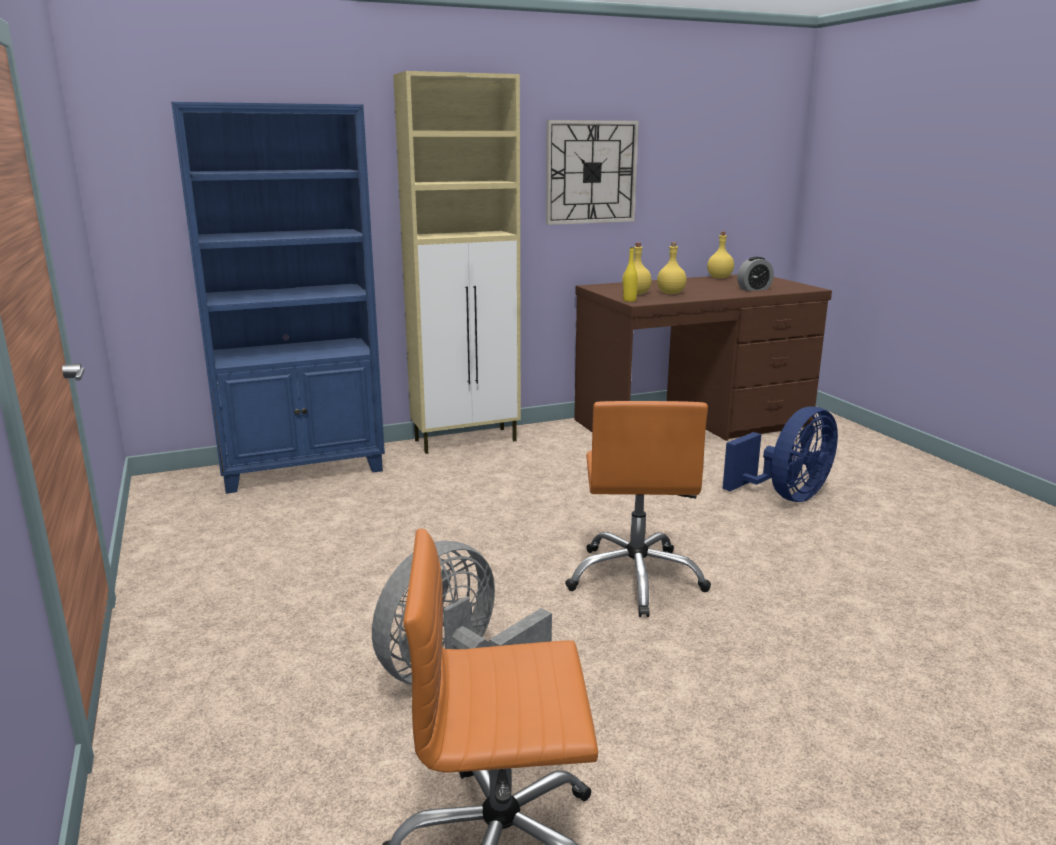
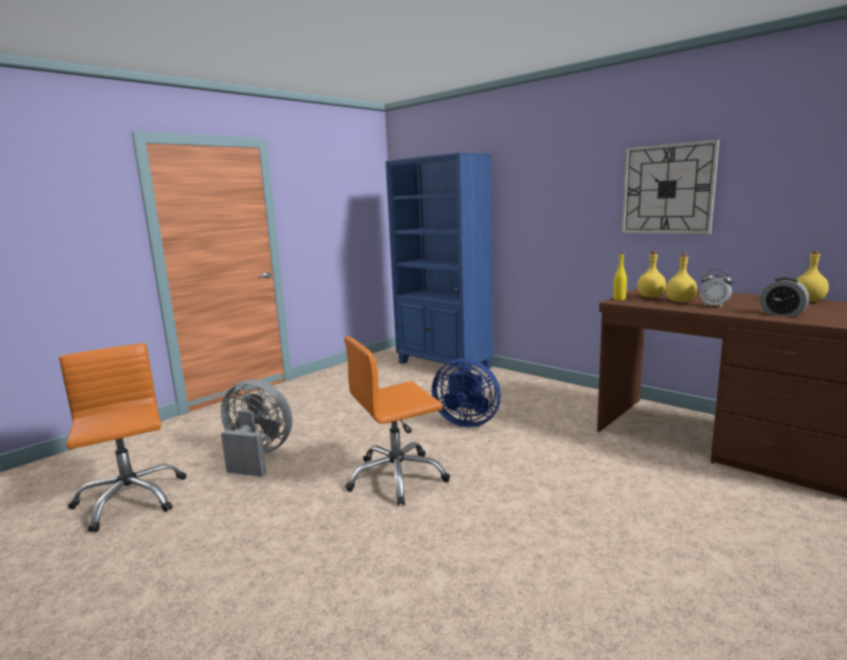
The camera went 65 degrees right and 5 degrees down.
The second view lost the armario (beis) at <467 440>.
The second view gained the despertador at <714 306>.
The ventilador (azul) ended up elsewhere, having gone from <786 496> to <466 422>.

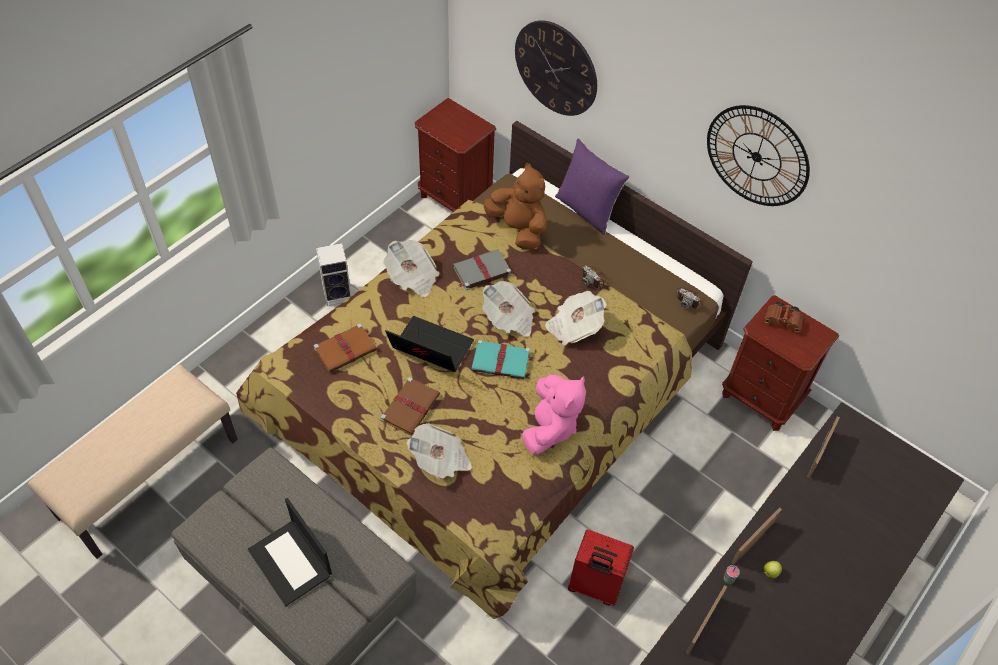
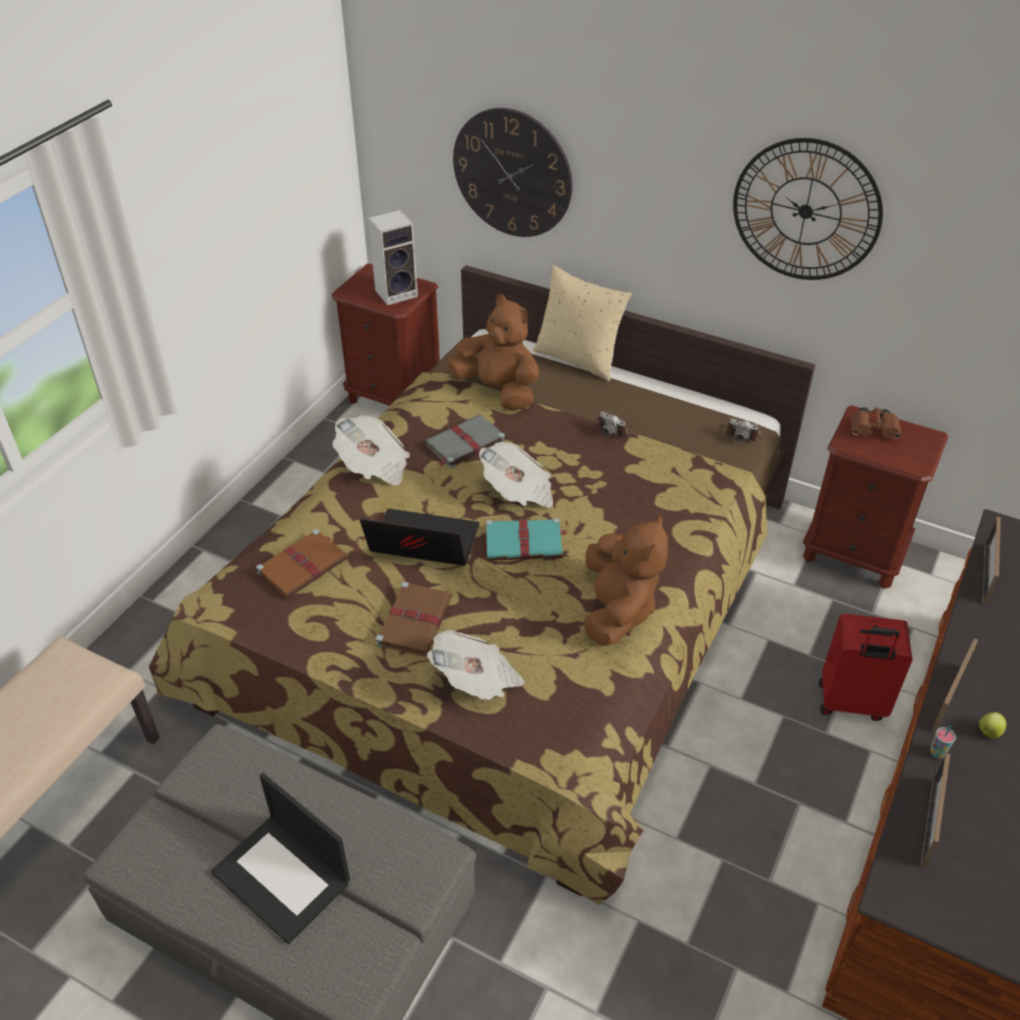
The camera went 10 degrees left and 10 degrees down.
The second view lost the periódico at <574 327>.
The altavoz ended up elsewhere, having gone from <338 293> to <397 292>.
The maleta (rojo) ended up elsewhere, having gone from <594 586> to <851 703>.
What was the peluche (rosa) at <550 427> turned into the peluche (marrón) at <617 610>.
What was the cojín (morado) at <587 210> turned into the cojín (beis) at <578 359>.

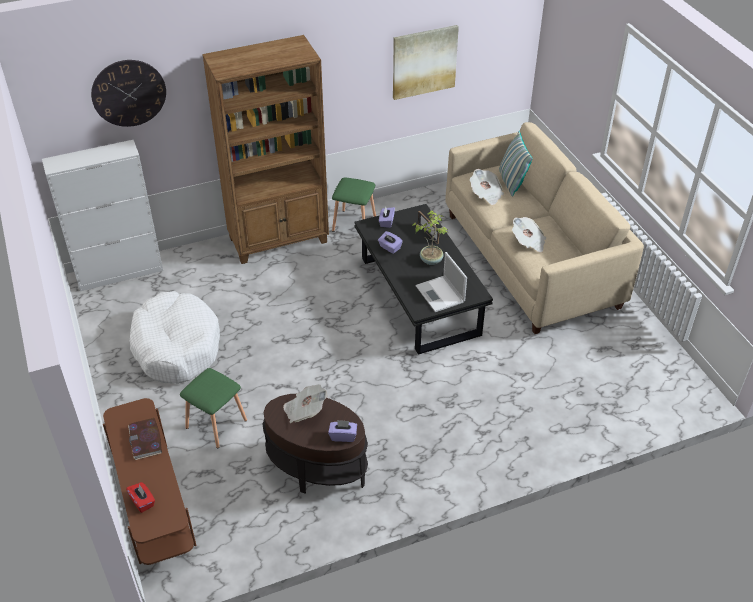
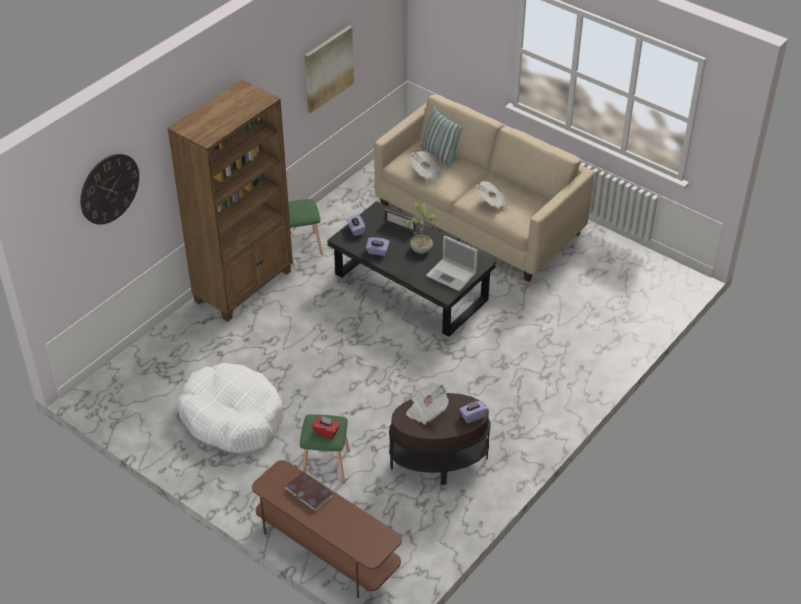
The camera went 30 degrees left and 0 degrees up.
The second view lost the armario (blanco) at <120 272>.
The caja de pañuelos (rojo) ended up elsewhere, having gone from <142 502> to <326 432>.

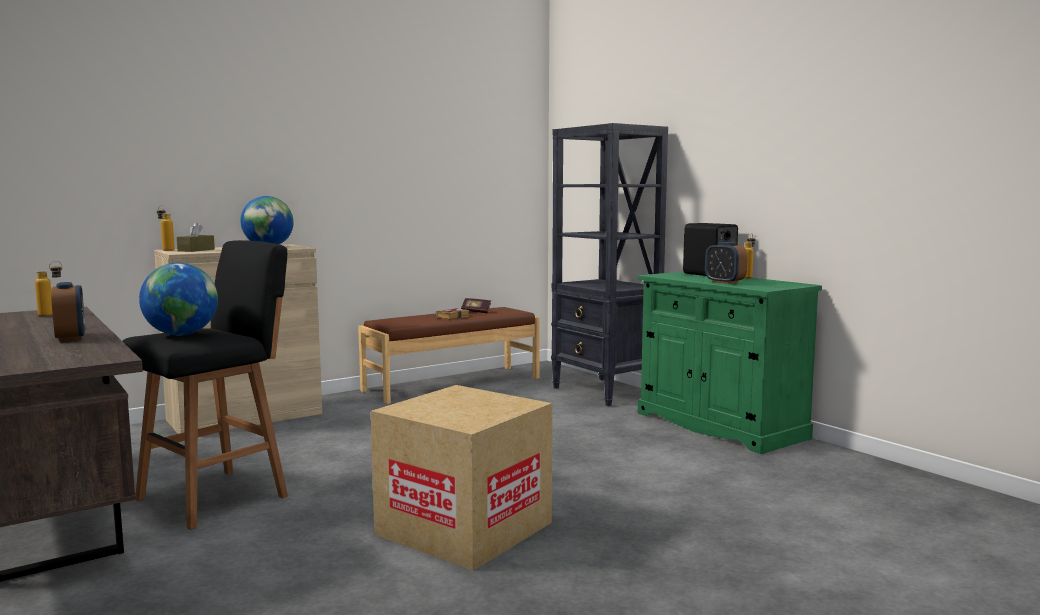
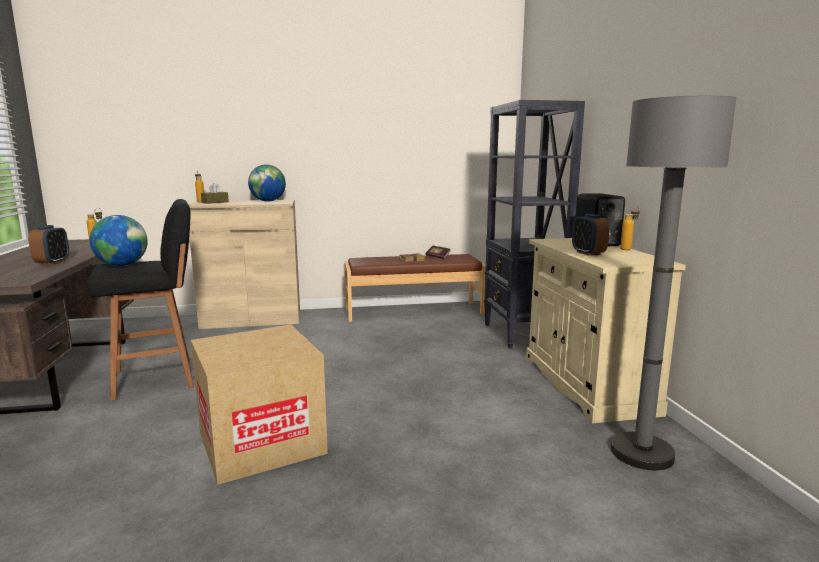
The camera went 25 degrees right and 5 degrees up.
The second view gained the lámpara de pie (gris) at <642 453>.
What was the armario (verde) at <719 425> turned into the armario (beis) at <586 384>.

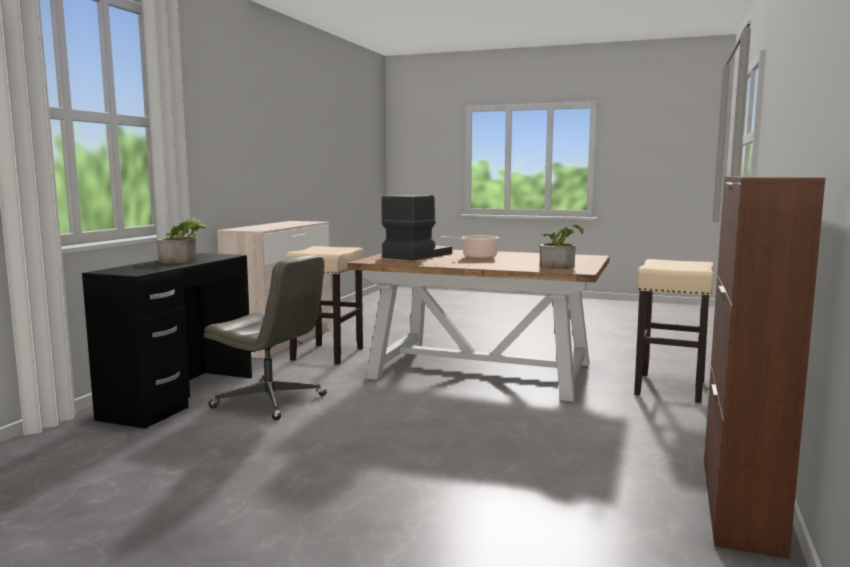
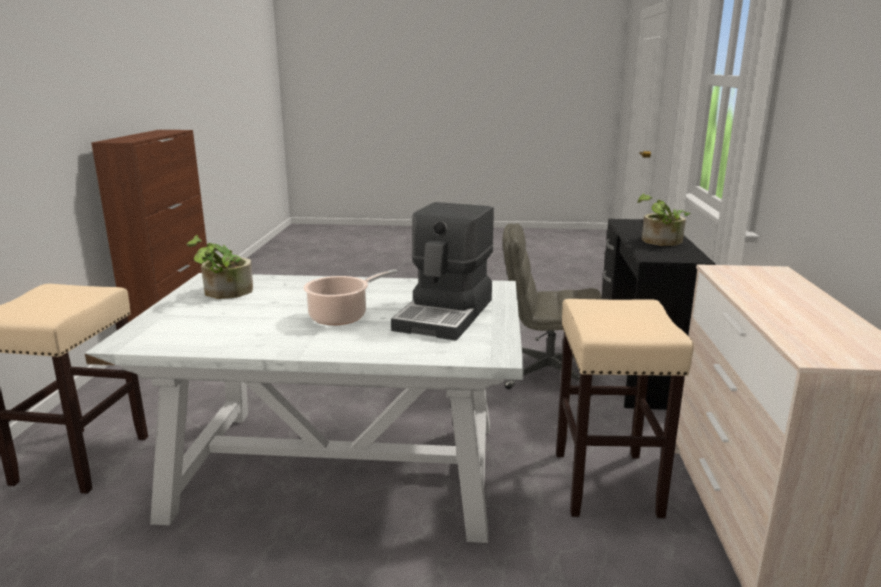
The camera went 165 degrees right and 10 degrees up.
What was the mesa de comedor (marrón) at <480 370> turned into the mesa de comedor (blanco) at <342 468>.

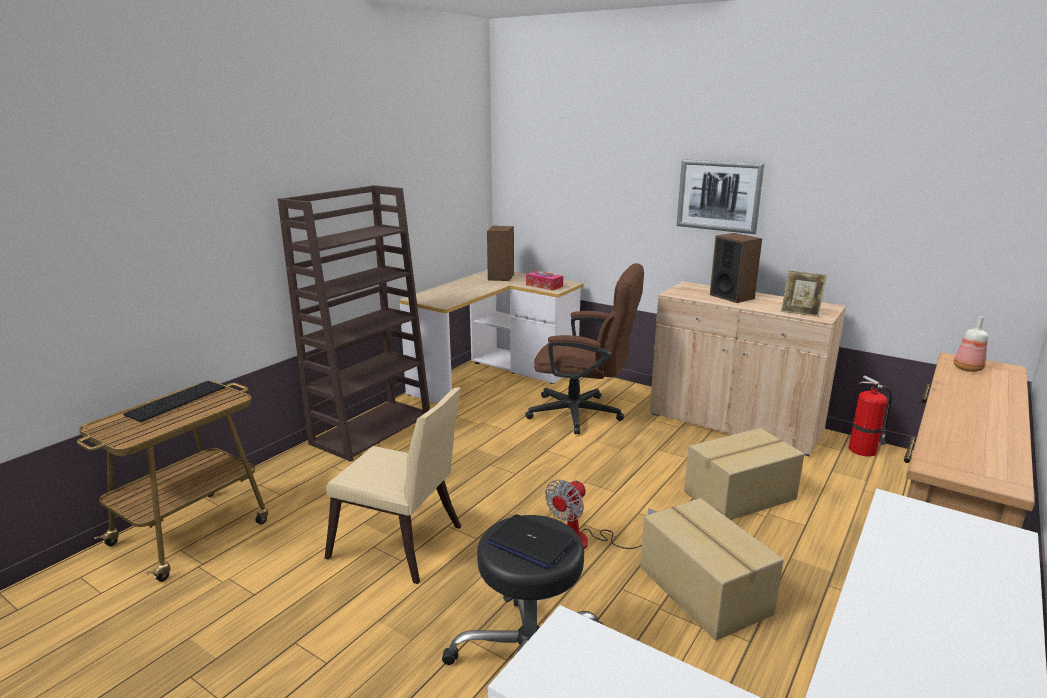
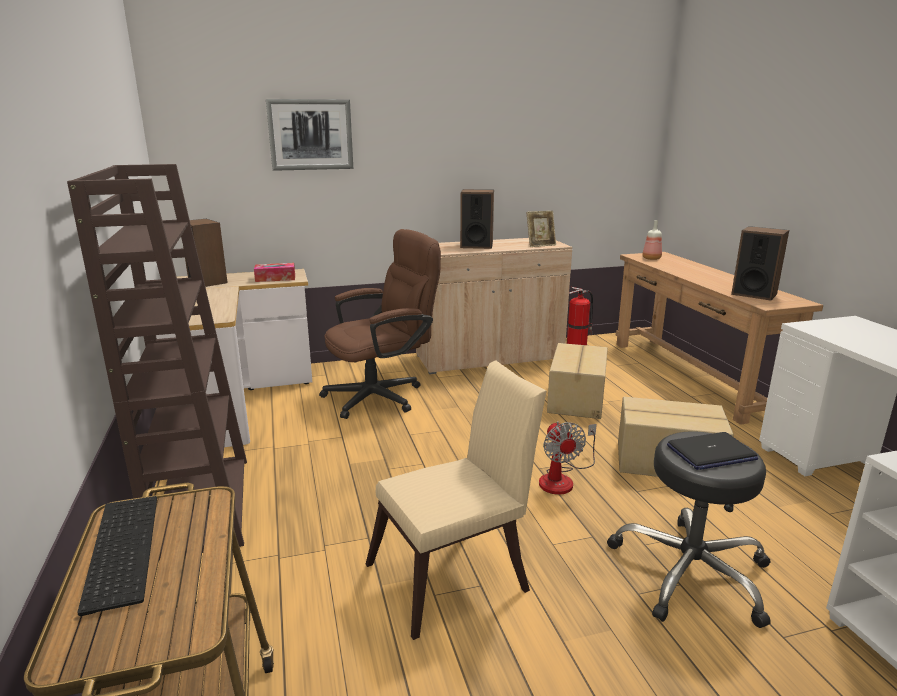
The camera went 50 degrees left and 0 degrees up.
The second view gained the altavoz at <754 294>.
The cuadro ended up elsewhere, having gone from <719 196> to <310 134>.

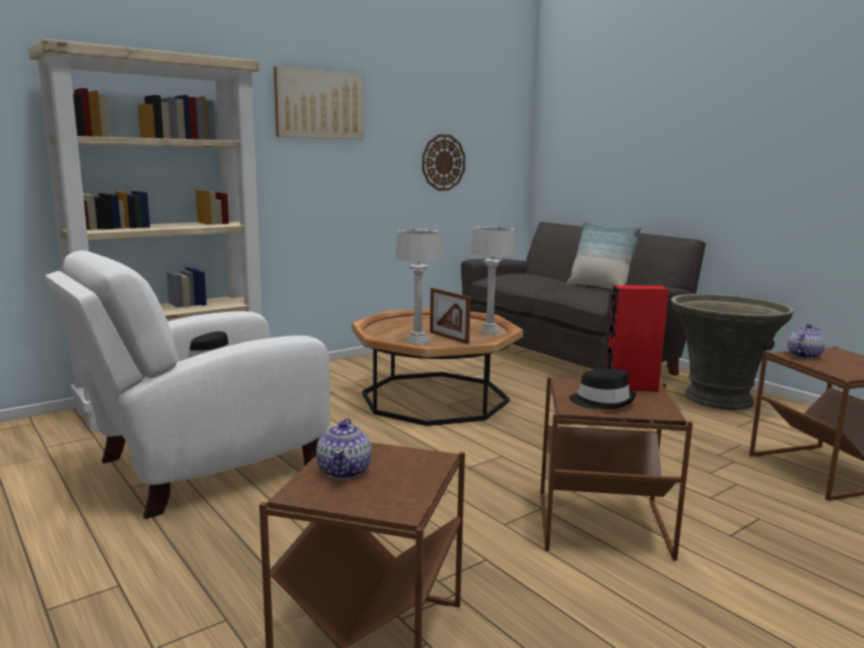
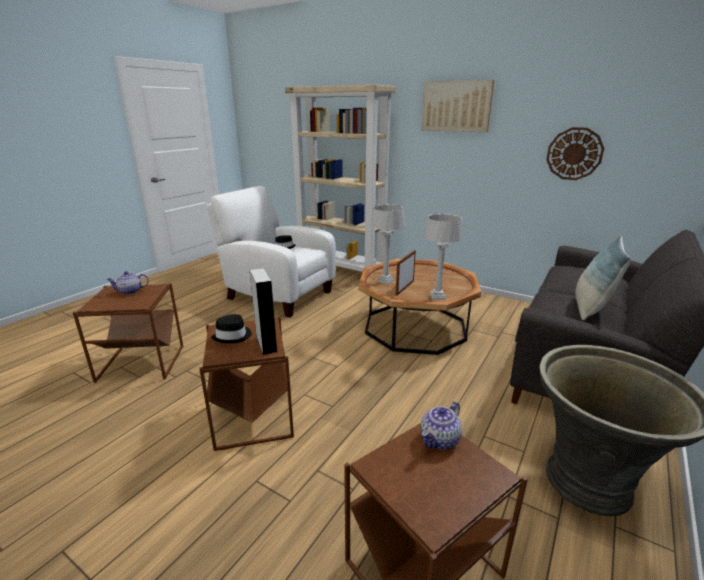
The camera went 70 degrees right and 10 degrees up.
What was the altavoz (rojo) at <631 388> turned into the altavoz (gris) at <266 344>.
The tetera at <803 355> ended up facing another way, 105 degrees clockwise from before.

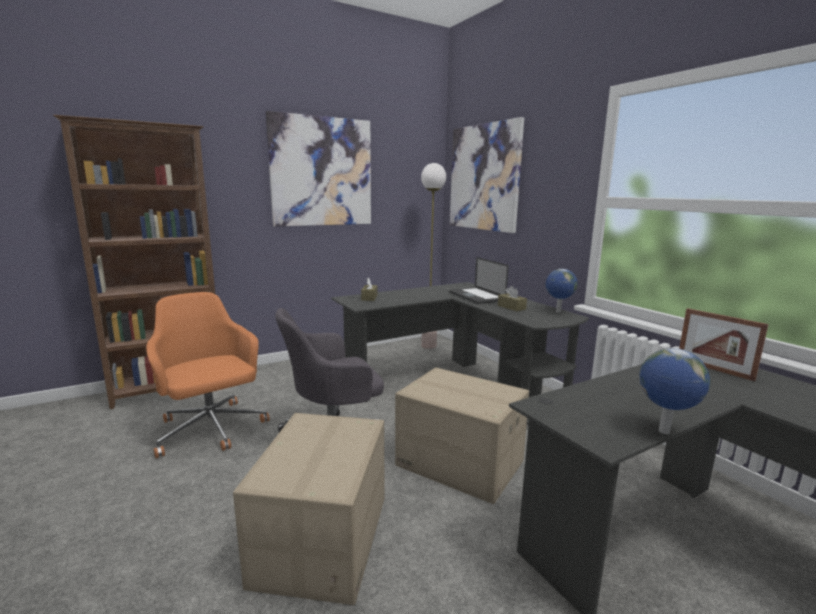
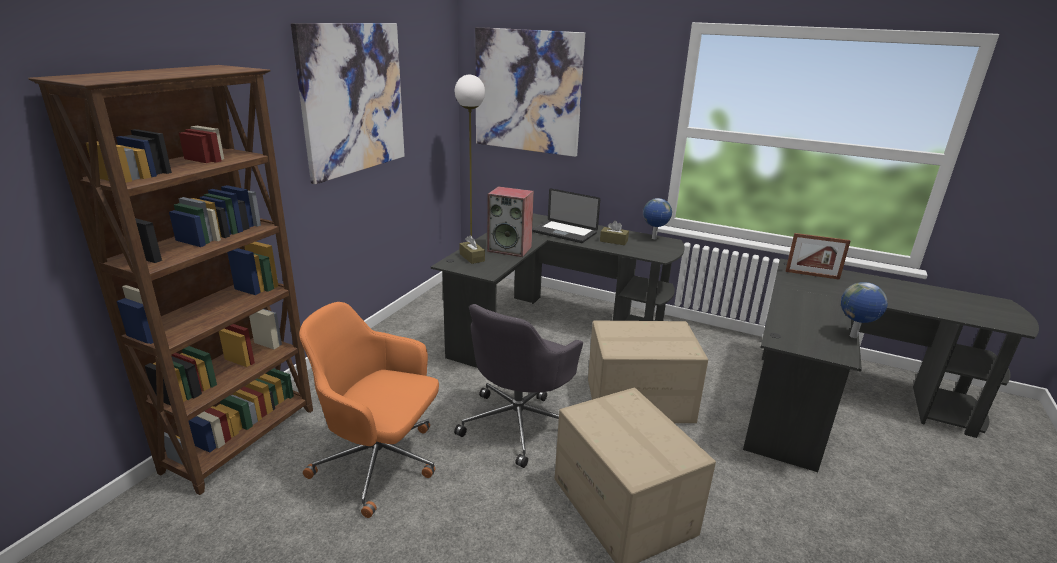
The camera went 35 degrees left and 10 degrees up.
The second view gained the altavoz at <510 249>.

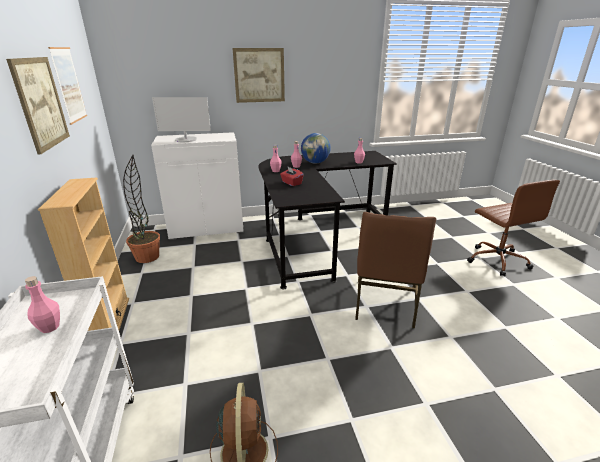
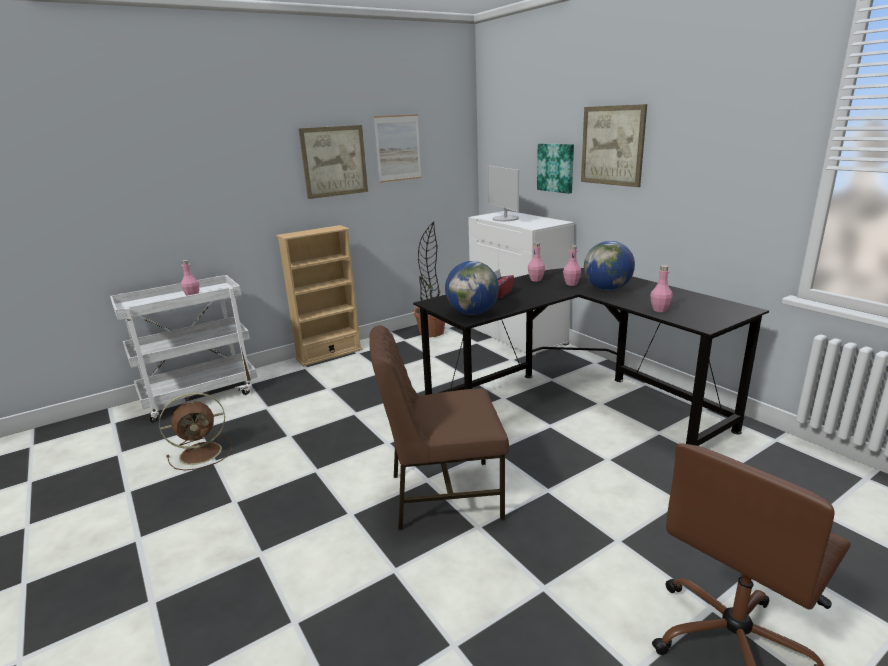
The camera went 70 degrees right and 5 degrees down.
The second view gained the globo terráqueo at <472 313>.
The second view gained the cuadro at <556 167>.

